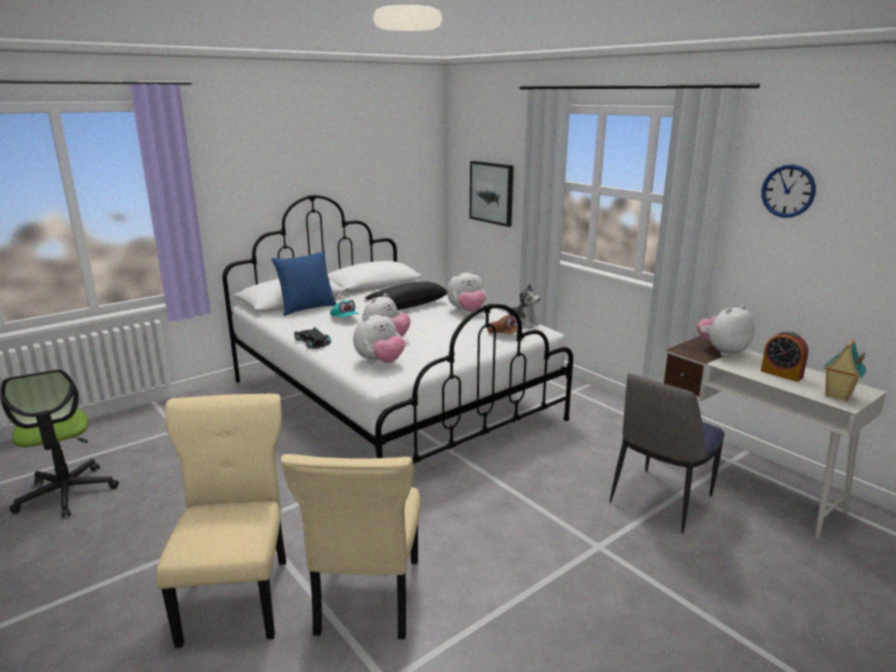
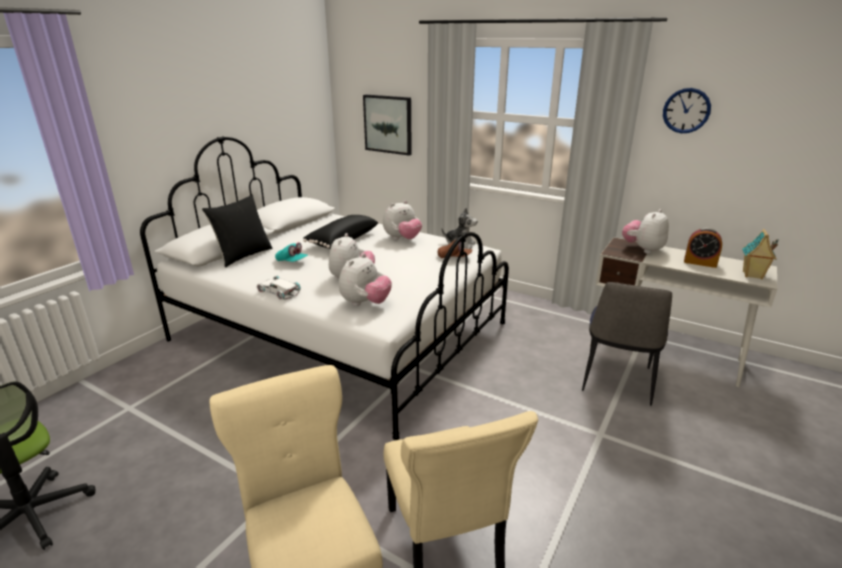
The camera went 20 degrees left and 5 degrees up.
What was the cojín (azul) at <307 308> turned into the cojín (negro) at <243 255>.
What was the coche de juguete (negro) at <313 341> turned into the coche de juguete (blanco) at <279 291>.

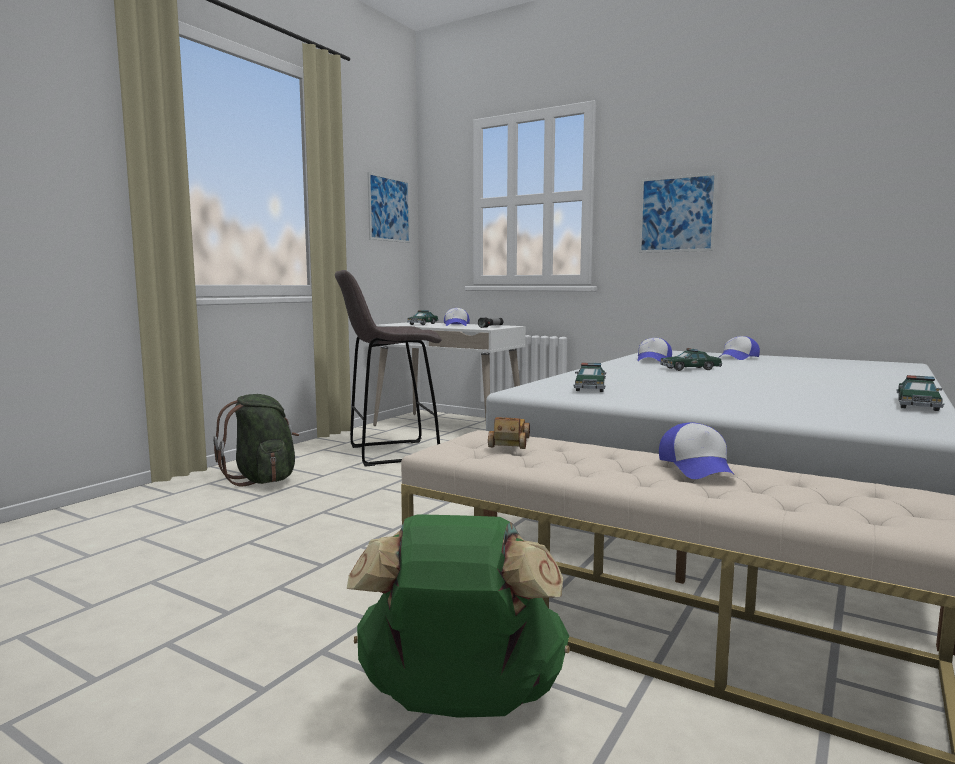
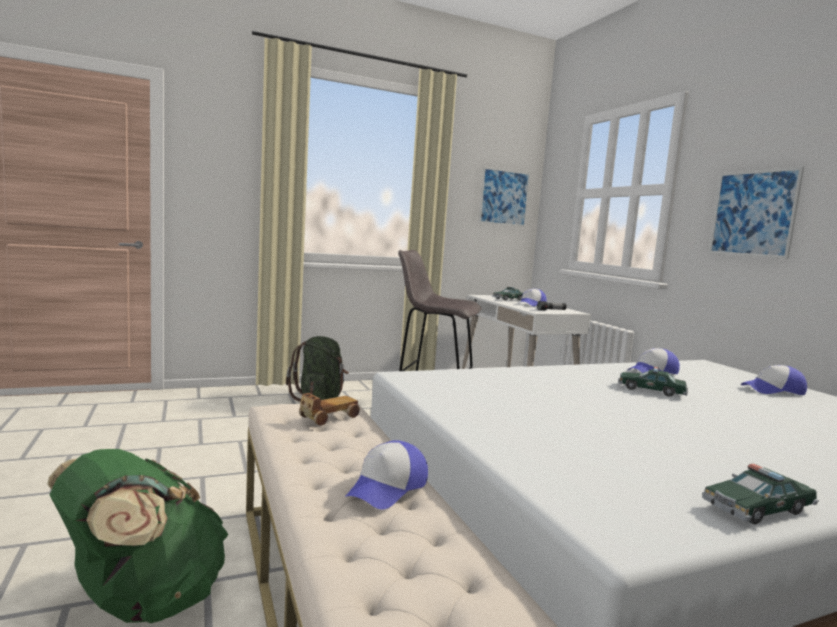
The camera went 35 degrees right and 0 degrees up.
The second view lost the coche de juguete at <590 388>.

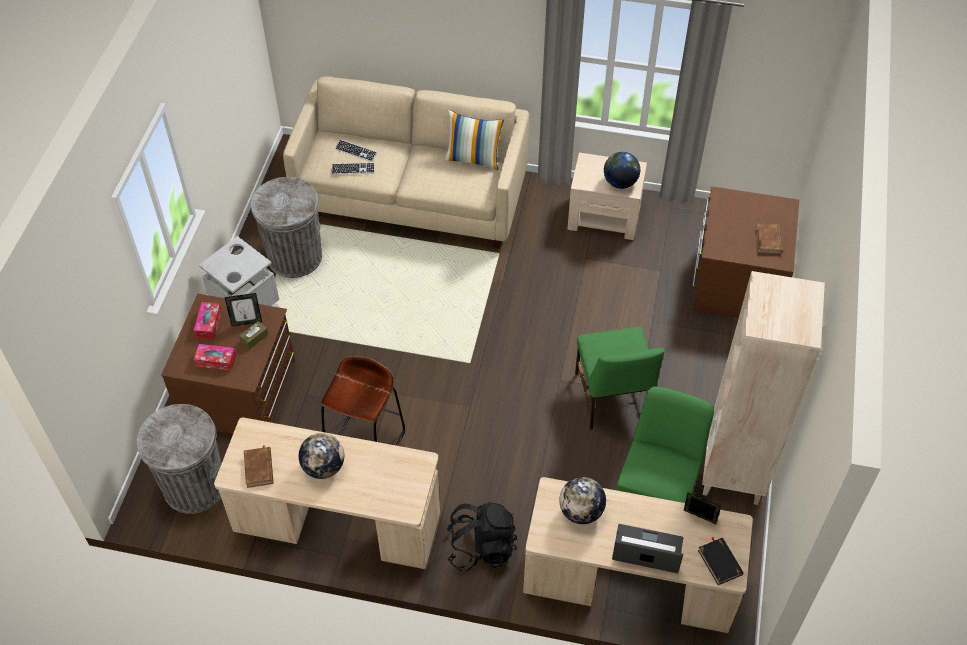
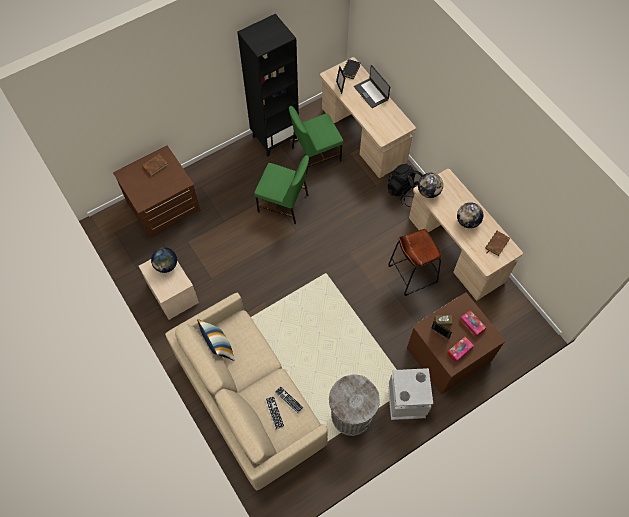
The camera went 135 degrees left and 10 degrees up.
The second view lost the papelera (gris) at <194 485>.
The globo terráqueo ended up elsewhere, having gone from <581 511> to <428 192>.
What was the estantería (beis) at <733 472> turned into the estantería (negro) at <275 138>.
The silla (verde) at <612 398> ended up facing another way, 75 degrees clockwise from before.

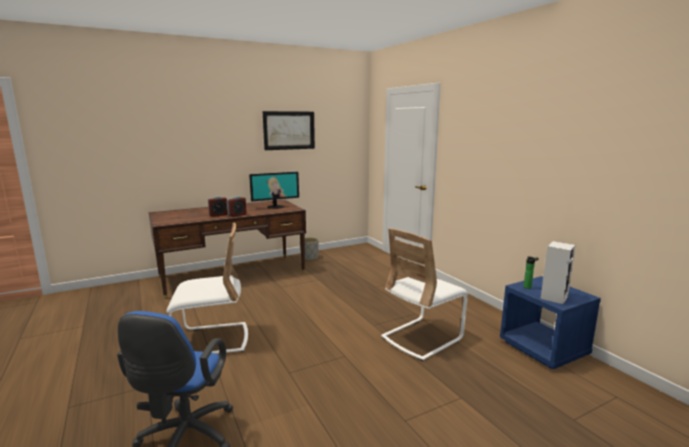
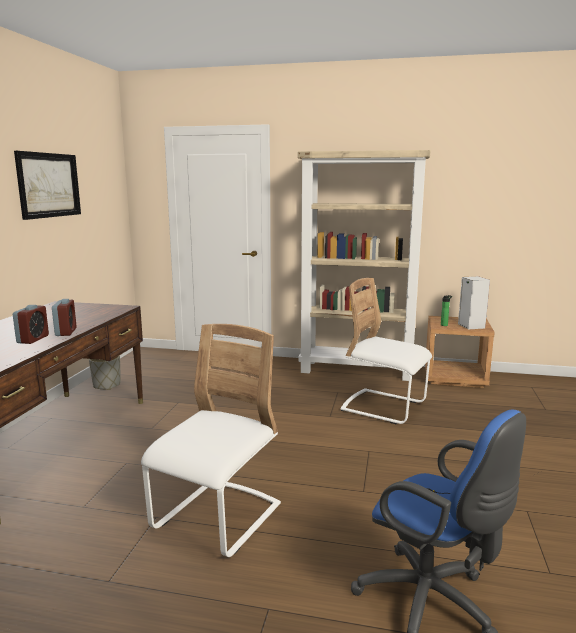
The camera went 50 degrees left and 0 degrees up.
The second view lost the monitor at <275 207>.
The second view gained the estantería (beis) at <357 370>.
What was the mesita de noche (azul) at <544 349> turned into the mesita de noche (marrón) at <455 378>.
The silla (blanco) at <421 338> ended up facing another way, 120 degrees clockwise from before.

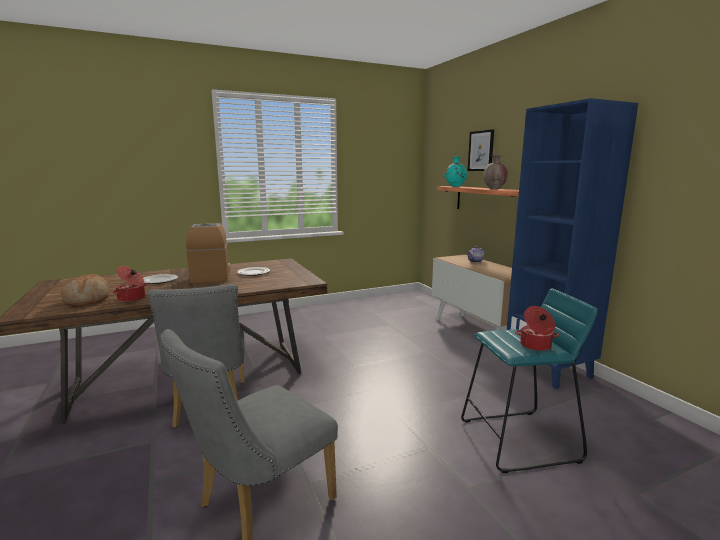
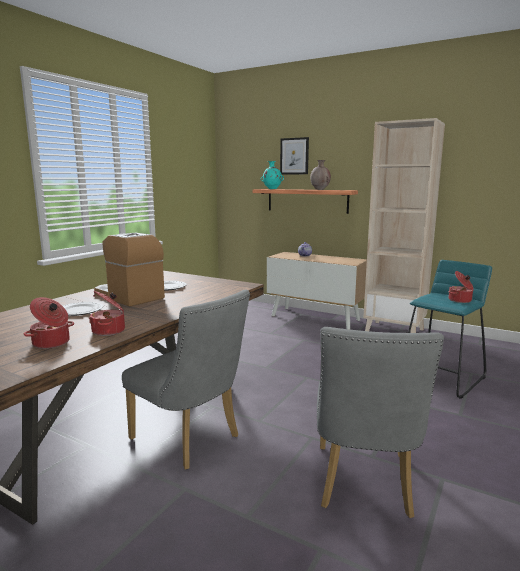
The camera went 35 degrees left and 0 degrees up.
Where the pan stood at <88 299>, the olla came to stand at <51 343>.
What was the estantería (azul) at <549 369> turned into the estantería (beis) at <395 331>.

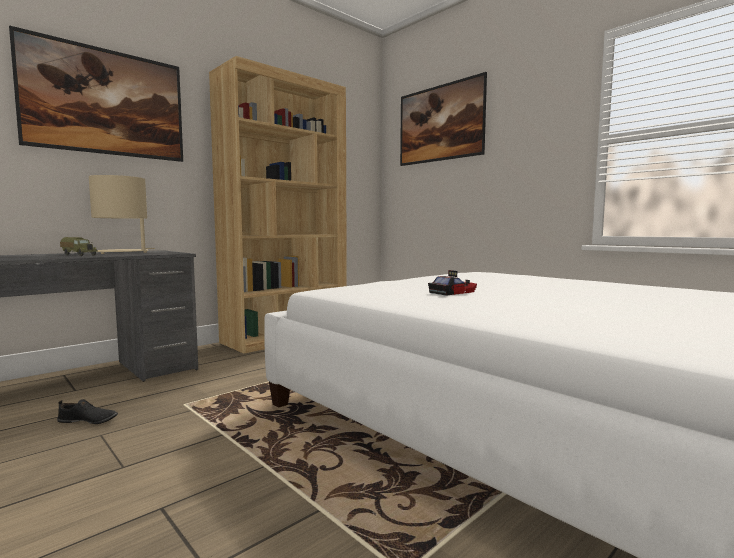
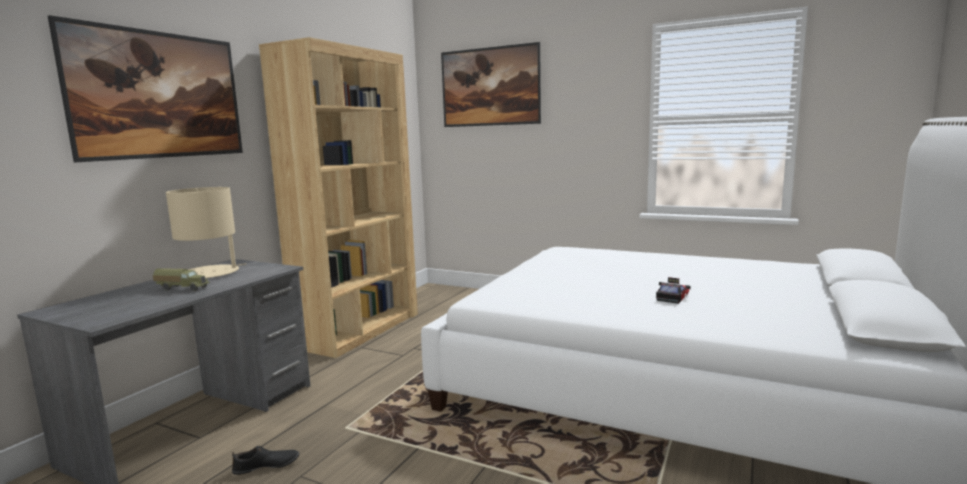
The camera went 20 degrees left and 5 degrees up.
The coche de juguete ended up elsewhere, having gone from <452 292> to <672 296>.

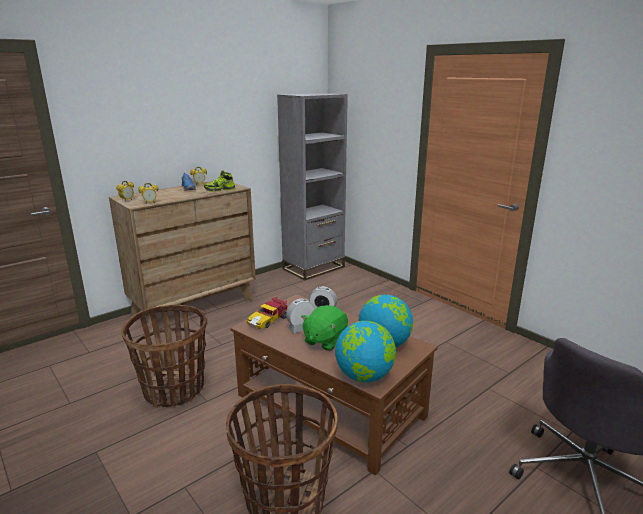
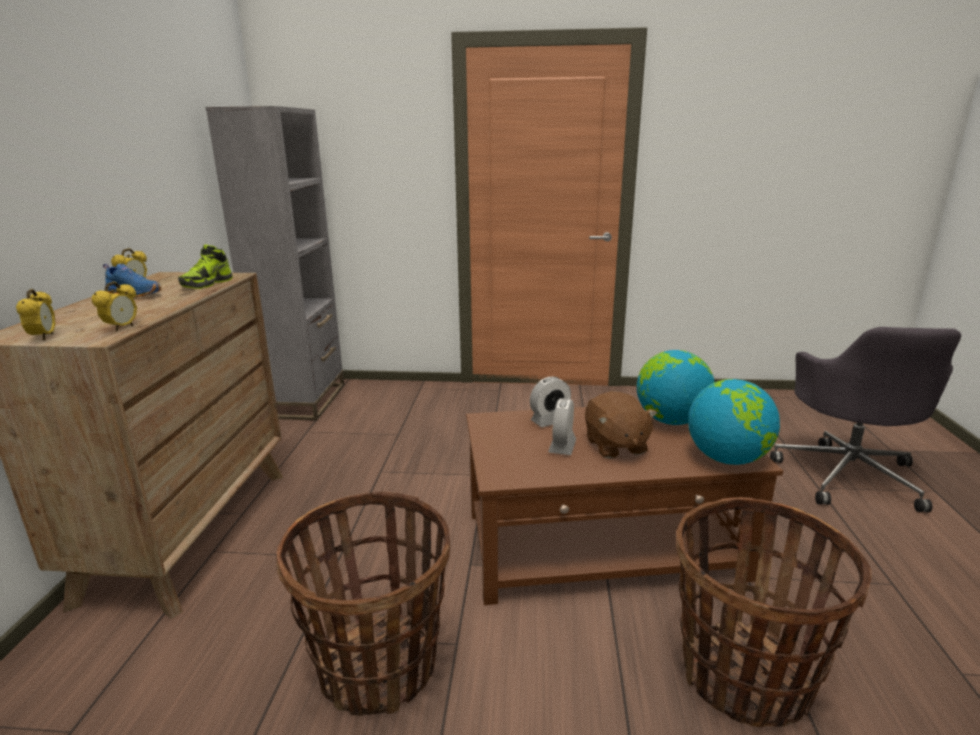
The camera went 45 degrees left and 0 degrees up.
The second view lost the coche de juguete at <268 320>.
What was the peluche (verde) at <324 340> turned into the peluche (marrón) at <615 446>.

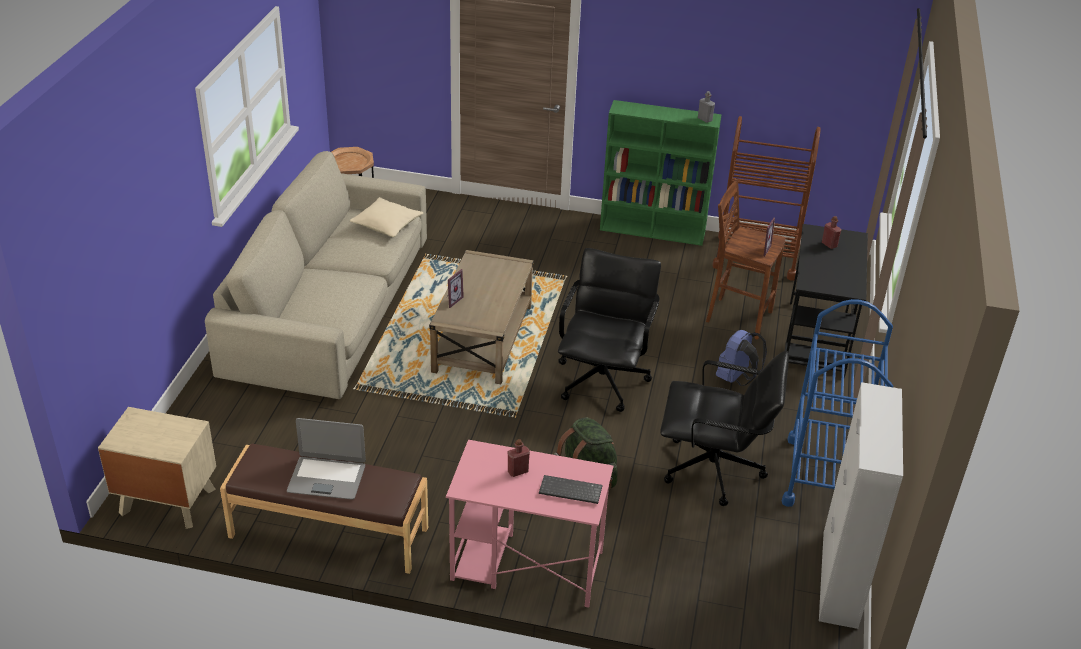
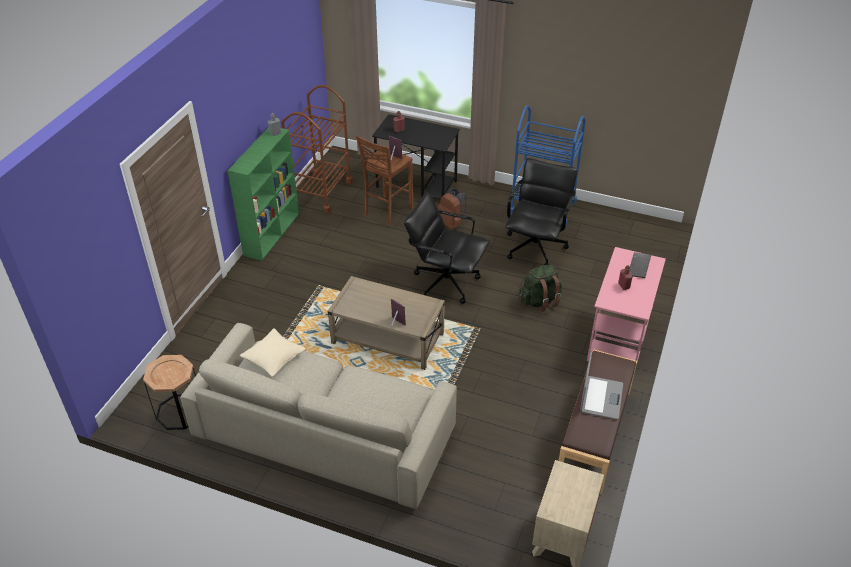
The camera went 80 degrees left and 5 degrees up.
The second view lost the armario (blanco) at <839 579>.
What was the mochila (azul) at <736 378> turned into the mochila (marrón) at <451 223>.

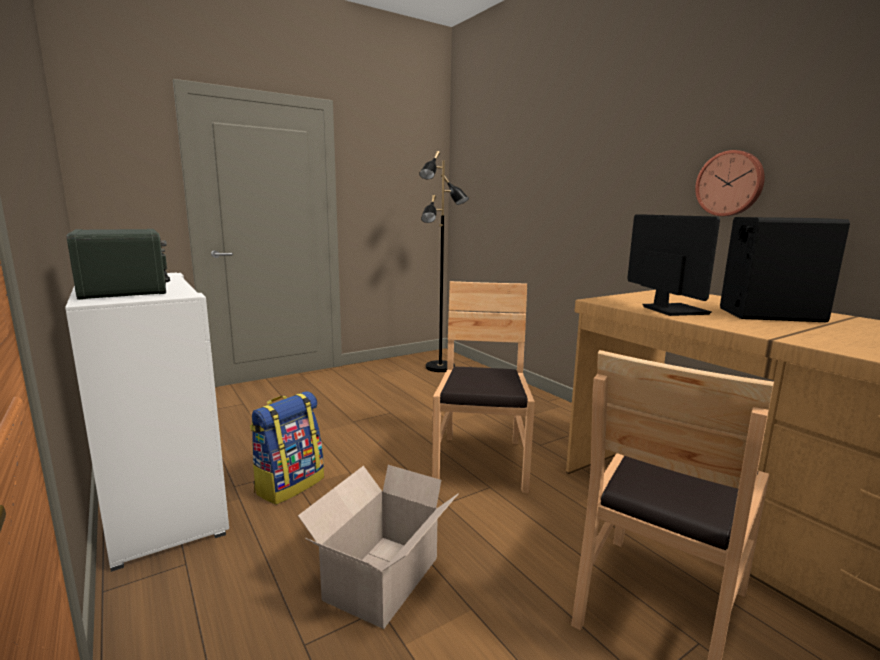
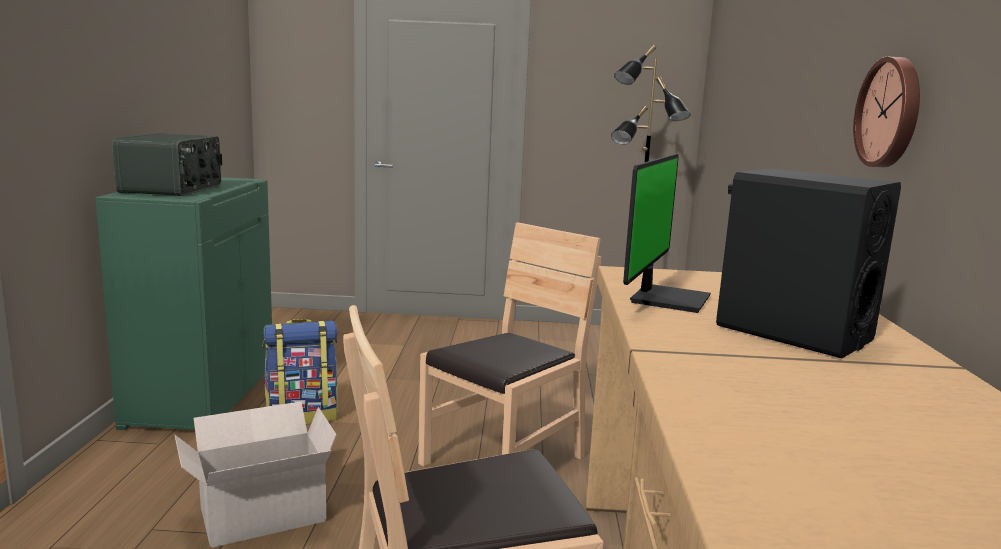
The camera went 35 degrees right and 0 degrees up.
What was the armario (blanco) at <162 502> turned into the armario (verde) at <201 395>.

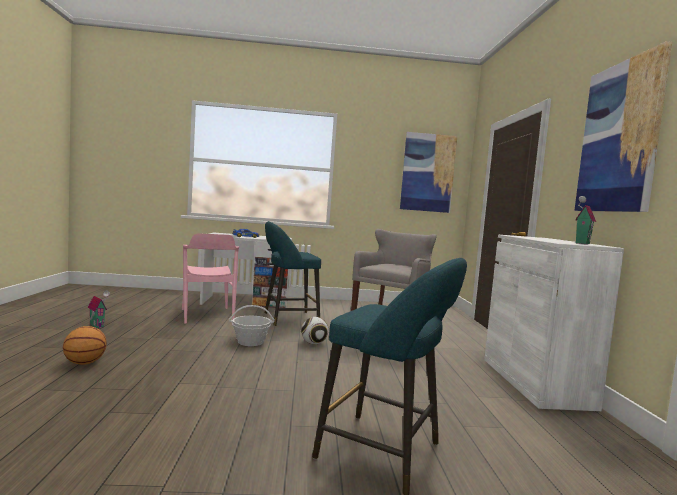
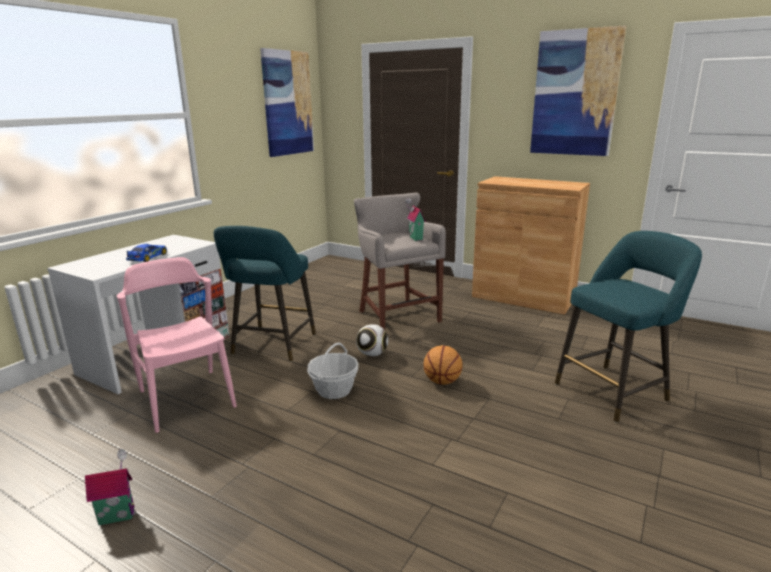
The camera went 55 degrees left and 15 degrees up.
The balón de baloncesto ended up elsewhere, having gone from <85 363> to <442 381>.
The casita ended up elsewhere, having gone from <581 243> to <414 238>.
What was the armario (blanco) at <535 382> turned into the armario (marrón) at <523 297>.
The silla (rosa) at <207 315> ended up facing another way, 135 degrees counterclockwise from before.

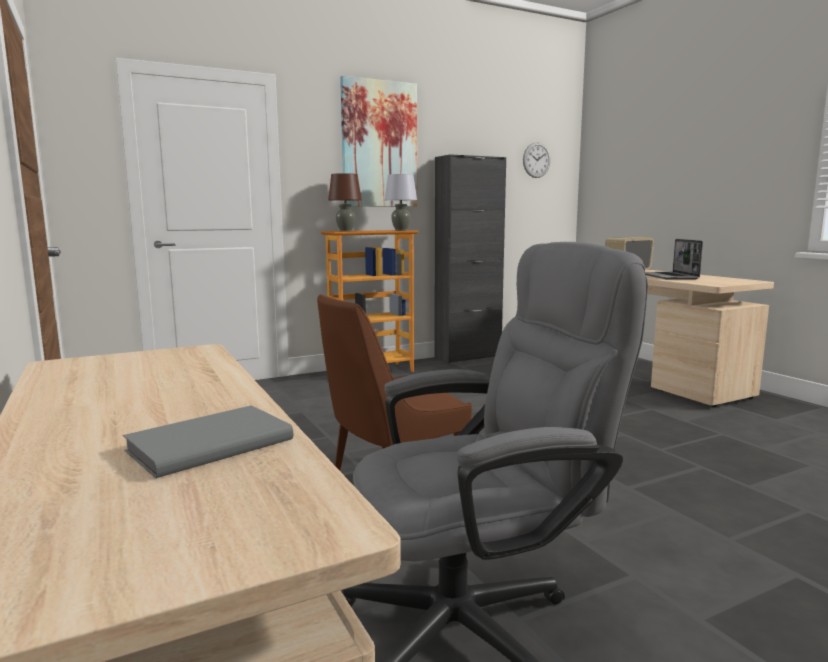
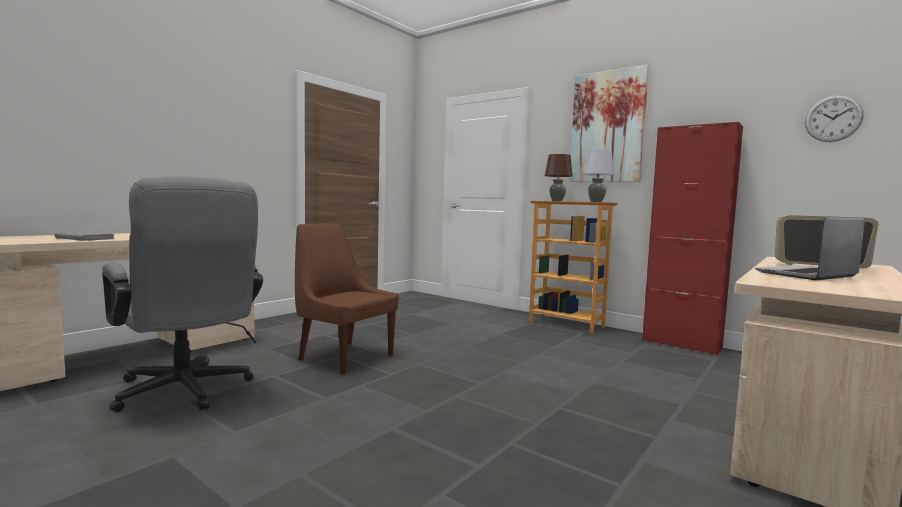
The camera went 65 degrees right and 5 degrees down.
What was the armario (negro) at <468 357> turned into the armario (rojo) at <681 344>.

